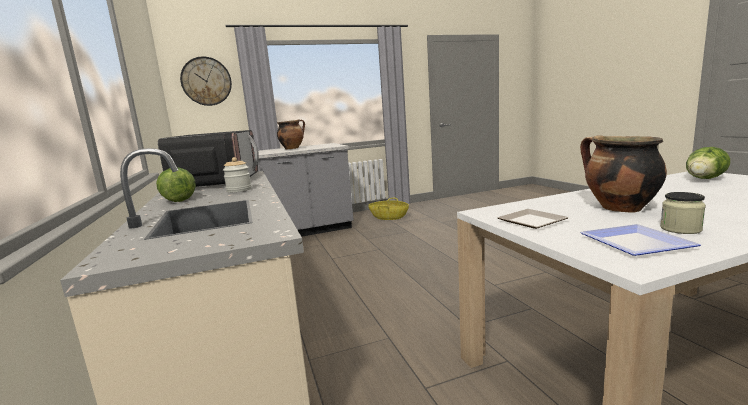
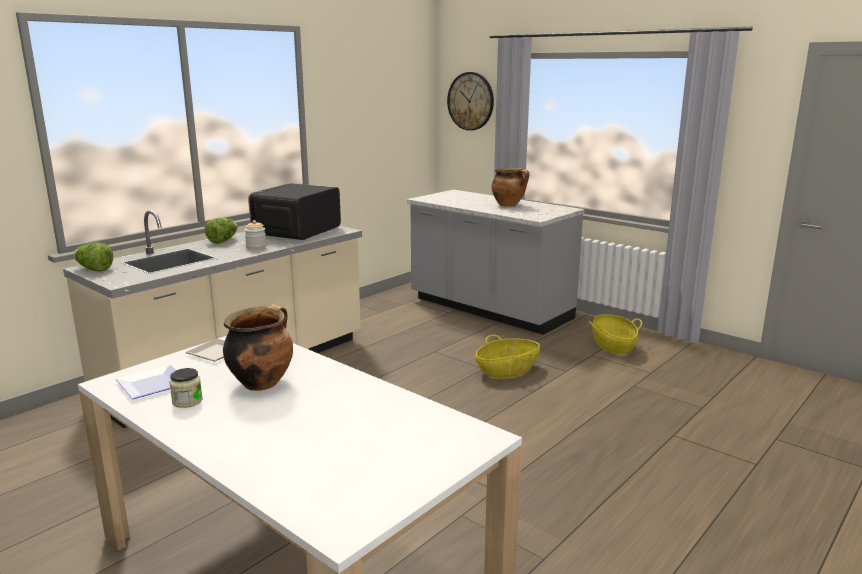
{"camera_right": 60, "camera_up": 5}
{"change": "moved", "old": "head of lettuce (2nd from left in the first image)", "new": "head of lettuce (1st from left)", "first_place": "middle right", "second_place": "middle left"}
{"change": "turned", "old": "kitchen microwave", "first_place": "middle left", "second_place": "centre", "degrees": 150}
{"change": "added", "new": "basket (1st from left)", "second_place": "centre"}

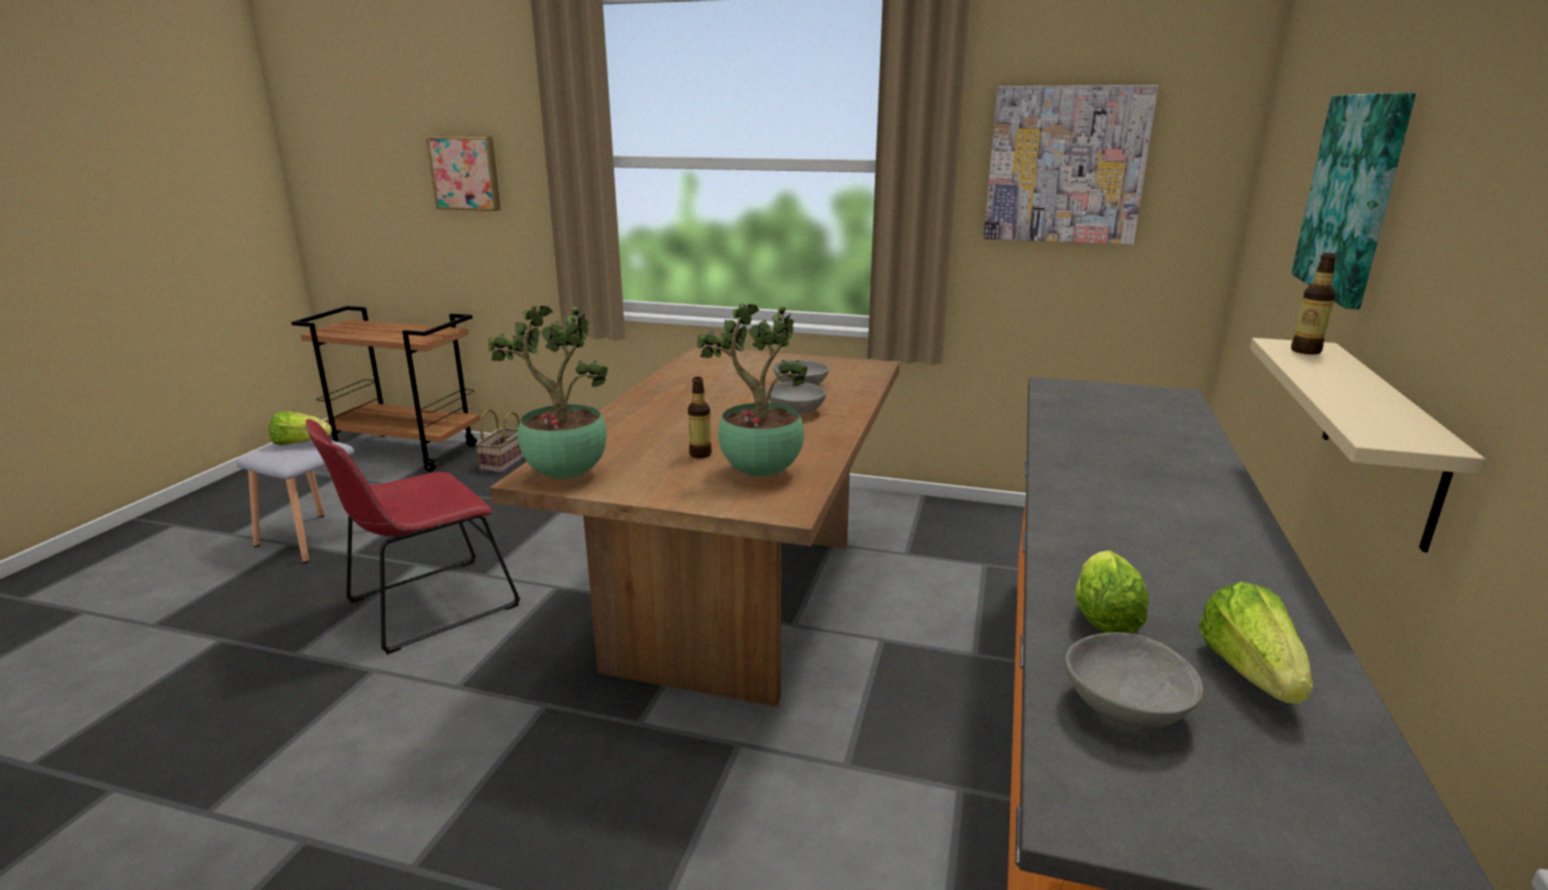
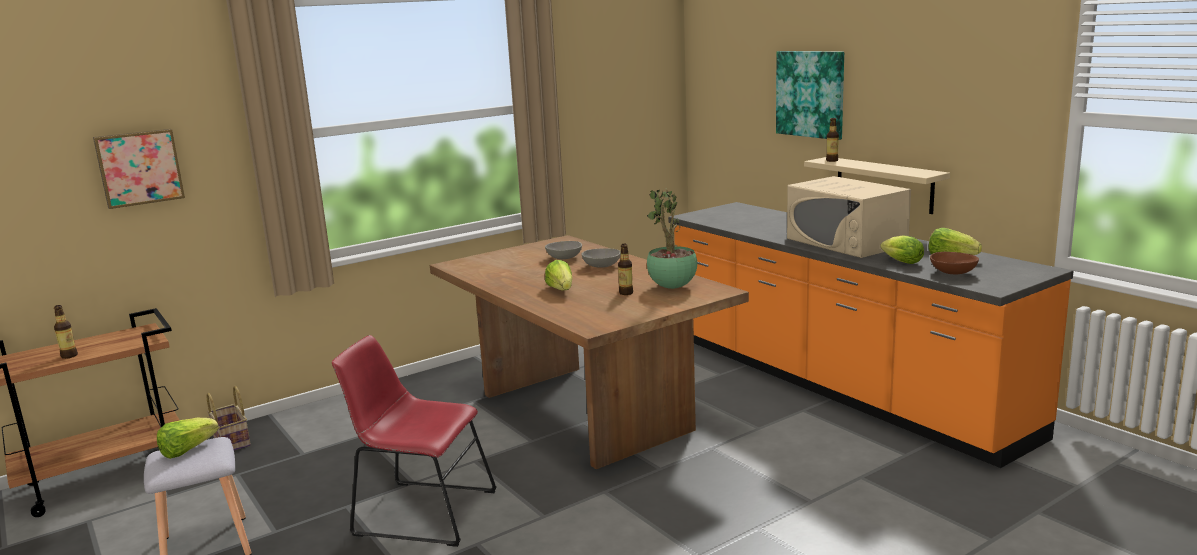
{"camera_right": -50, "camera_up": -5}
{"change": "added", "new": "bottle (1st from left)", "second_place": "middle left"}
{"change": "turned", "old": "upright chair in red", "first_place": "middle left", "second_place": "bottom centre", "degrees": 105}
{"change": "added", "new": "head of lettuce (2nd from left)", "second_place": "centre"}
{"change": "added", "new": "kitchen microwave in beige", "second_place": "middle right"}
{"change": "recoloured", "old": "deep dish in gray (3rd from left)", "new": "deep dish in brown", "first_place": "bottom right", "second_place": "middle right"}
{"change": "removed", "old": "plant in a pot (1st from left)", "first_place": "centre"}
{"change": "removed", "old": "picture (2nd from left)", "first_place": "top right"}

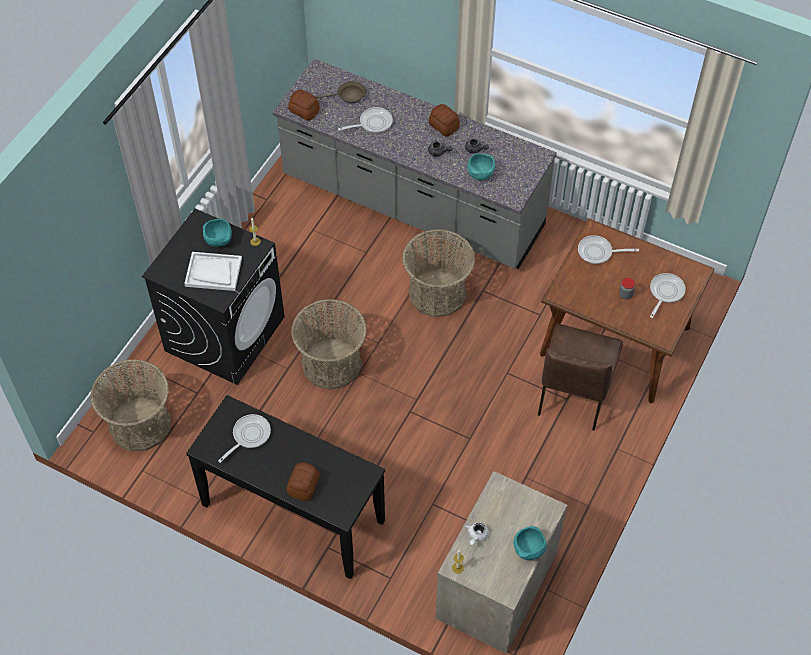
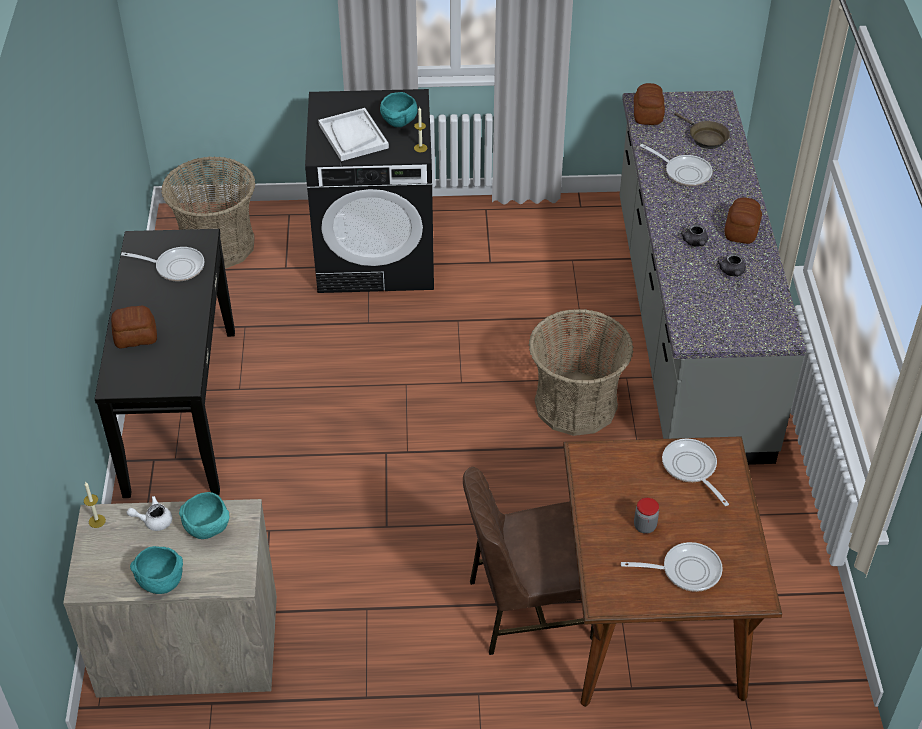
{"camera_right": 60, "camera_up": -10}
{"change": "moved", "old": "deep dish in blue-green (2nd from left)", "first_place": "top centre", "second_place": "bottom left"}
{"change": "removed", "old": "basket (2nd from left)", "first_place": "centre"}

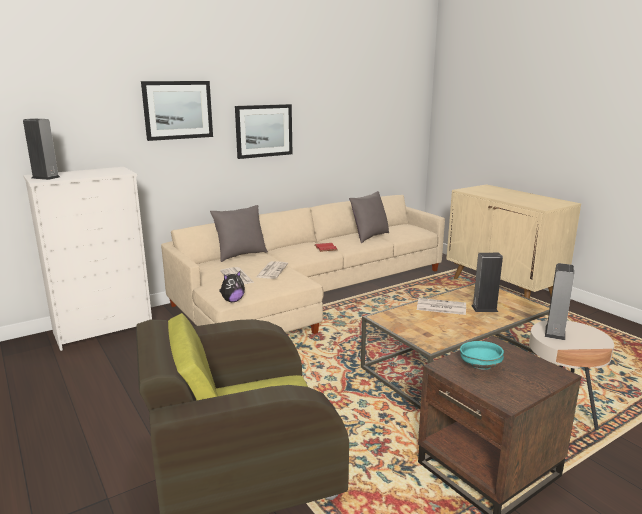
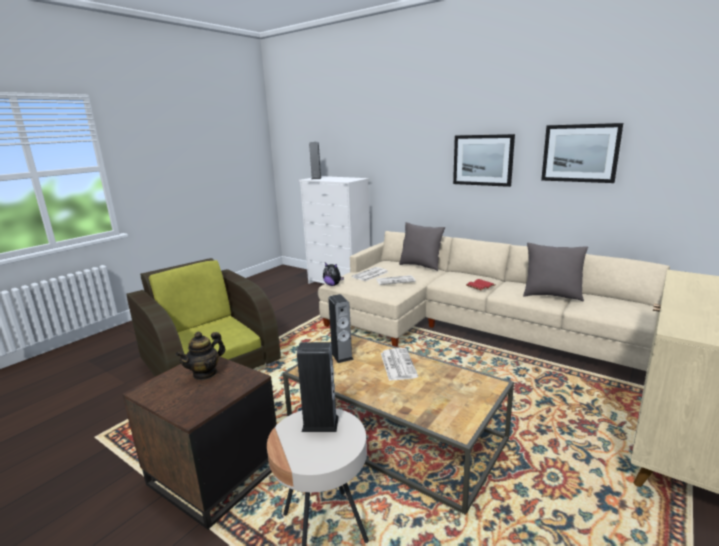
{"camera_right": 70, "camera_up": 0}
{"change": "replaced", "old": "deep dish in blue-green", "new": "tea pot", "first_place": "bottom right", "second_place": "middle left"}
{"change": "moved", "old": "speaker (2nd from left in the first image)", "new": "speaker (3rd from left)", "first_place": "middle right", "second_place": "centre"}
{"change": "moved", "old": "picture (1st from left in the first image)", "new": "picture (2nd from left)", "first_place": "top left", "second_place": "top right"}

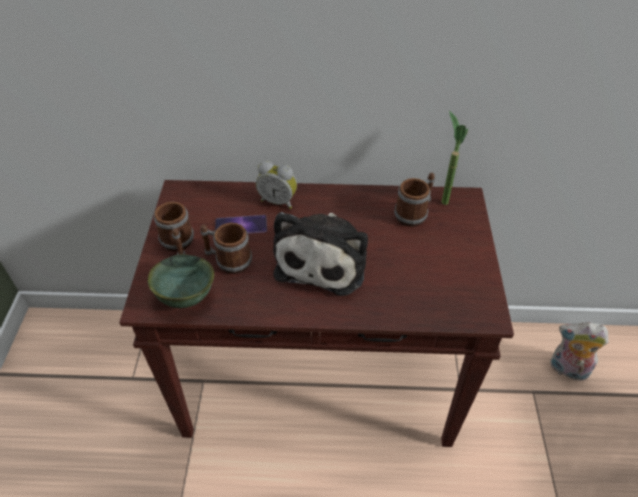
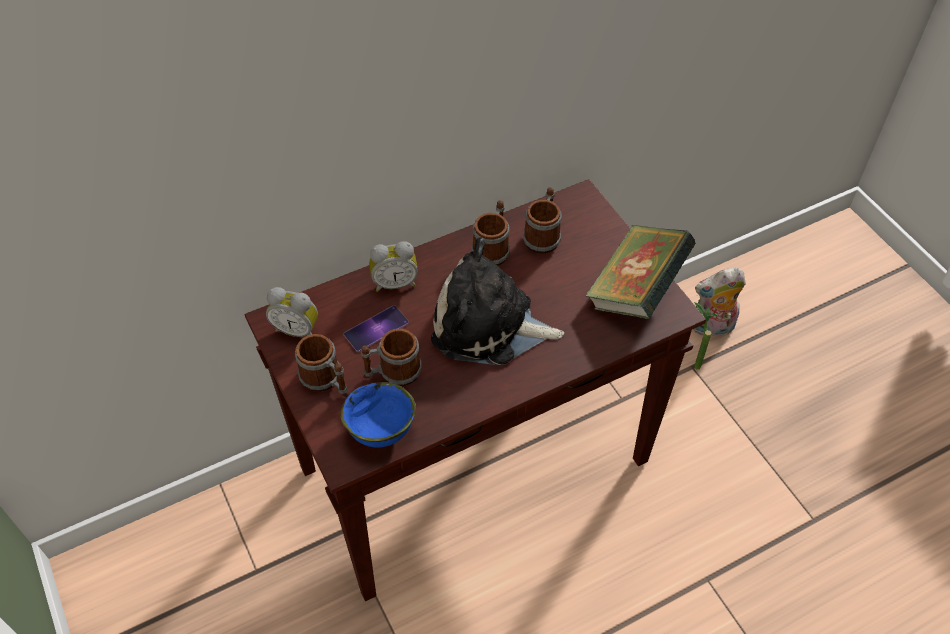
{"camera_right": -30, "camera_up": 5}
{"change": "added", "new": "alarm clock (1st from left)", "second_place": "middle left"}
{"change": "recoloured", "old": "deep dish in green-coloured", "new": "deep dish in blue-coloured", "first_place": "middle left", "second_place": "centre"}
{"change": "turned", "old": "cuddly toy (1st from left)", "first_place": "centre", "second_place": "centre", "degrees": 120}
{"change": "added", "new": "tea mug (3rd from left)", "second_place": "centre"}
{"change": "added", "new": "book", "second_place": "middle right"}
{"change": "moved", "old": "plant in a pot", "first_place": "top right", "second_place": "middle right"}

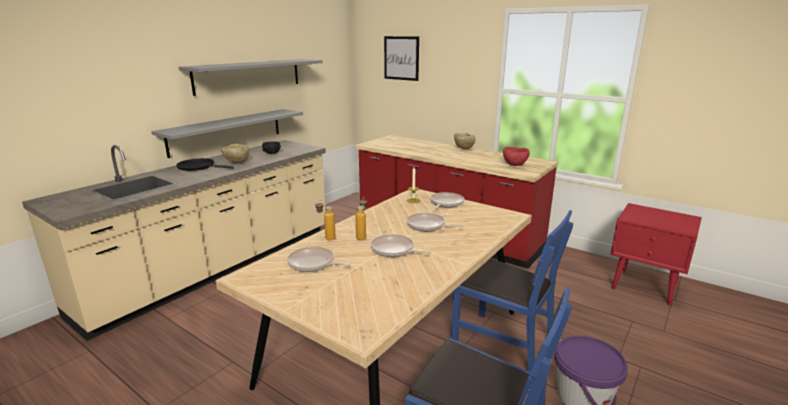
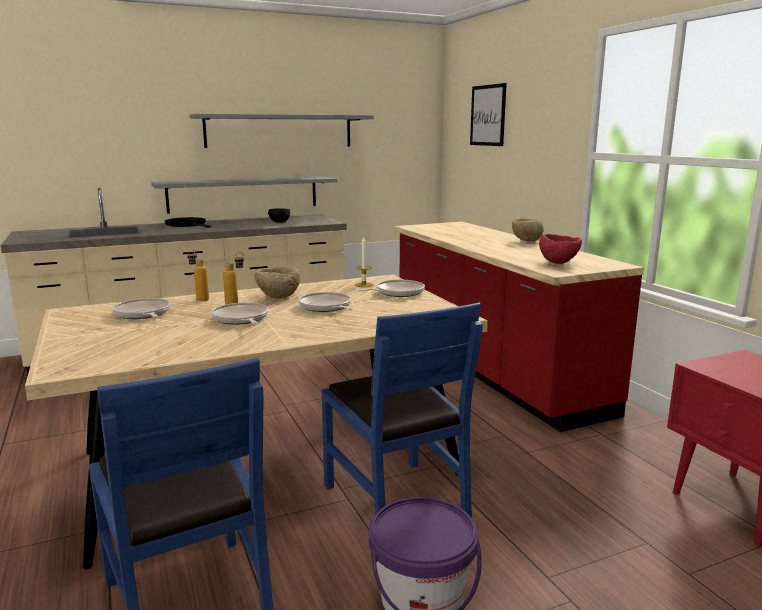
{"camera_right": 30, "camera_up": -5}
{"change": "moved", "old": "deep dish in beige (1st from left)", "first_place": "middle left", "second_place": "centre"}

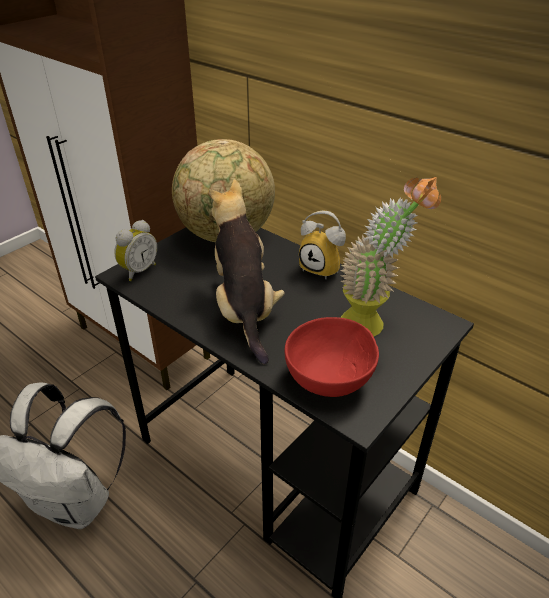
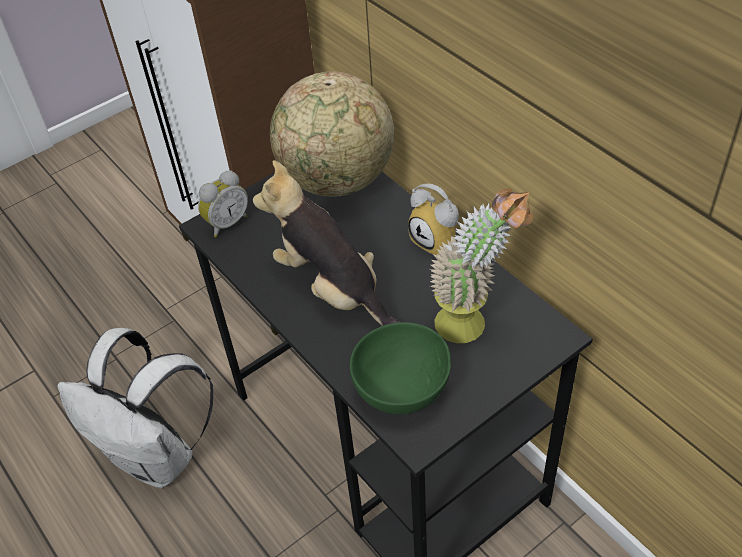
{"camera_right": 15, "camera_up": 10}
{"change": "turned", "old": "cuddly toy", "first_place": "centre", "second_place": "centre", "degrees": -45}
{"change": "recoloured", "old": "deep dish in red", "new": "deep dish in green-coloured", "first_place": "centre", "second_place": "centre"}

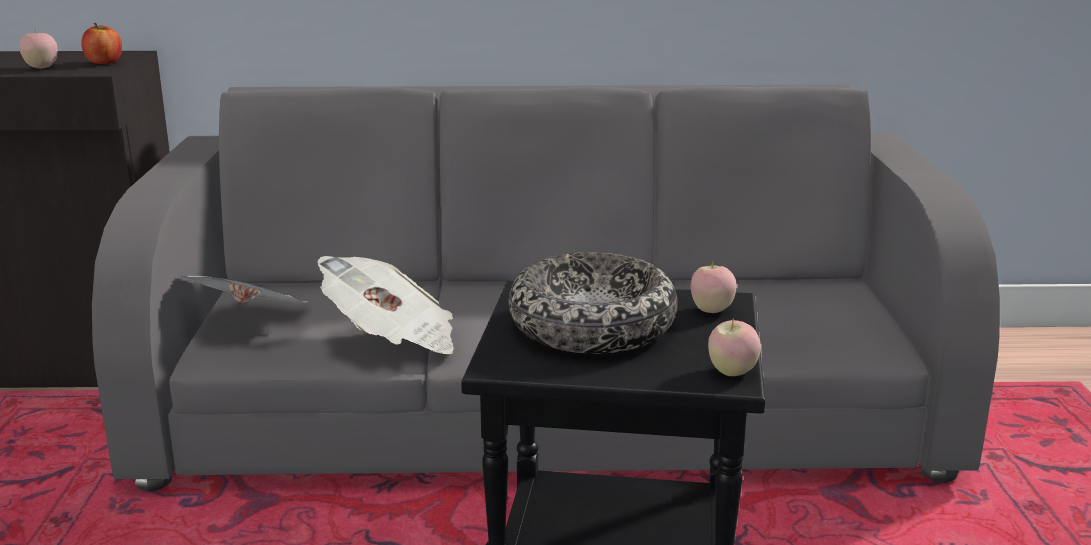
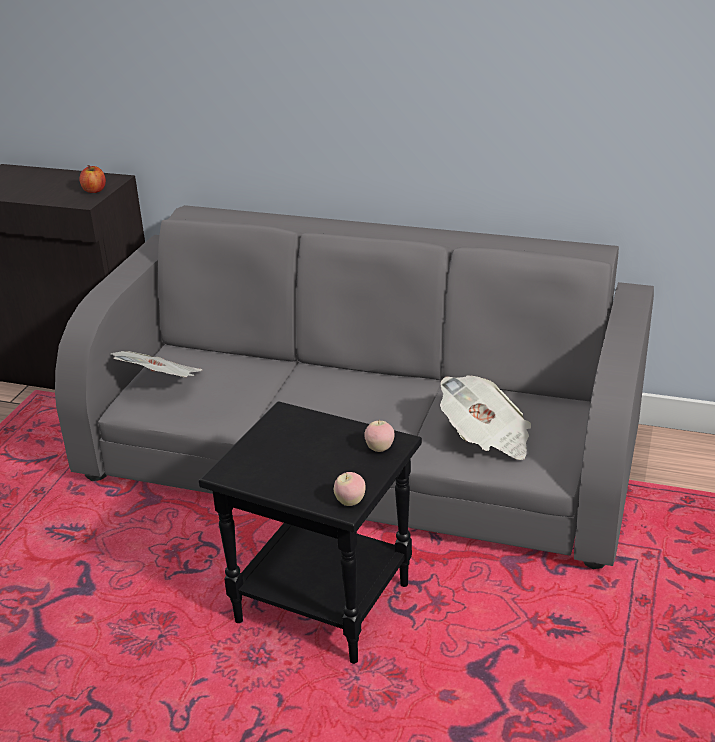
{"camera_right": 20, "camera_up": 10}
{"change": "moved", "old": "newspaper (2nd from left)", "first_place": "centre", "second_place": "middle right"}
{"change": "removed", "old": "apple fruit (1st from left)", "first_place": "top left"}
{"change": "removed", "old": "deep dish", "first_place": "centre"}

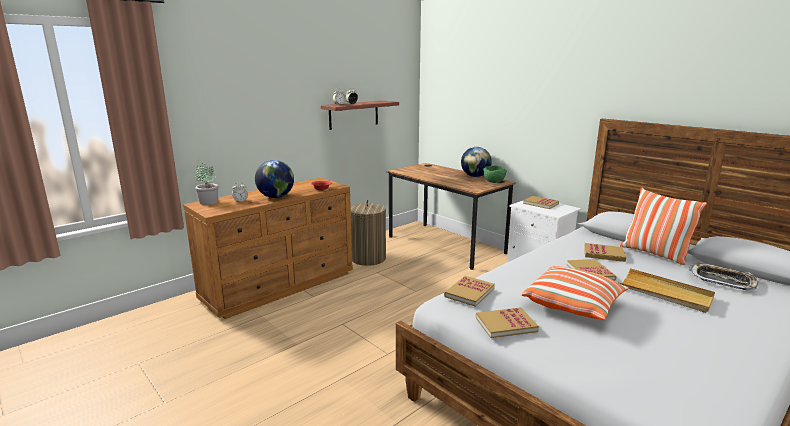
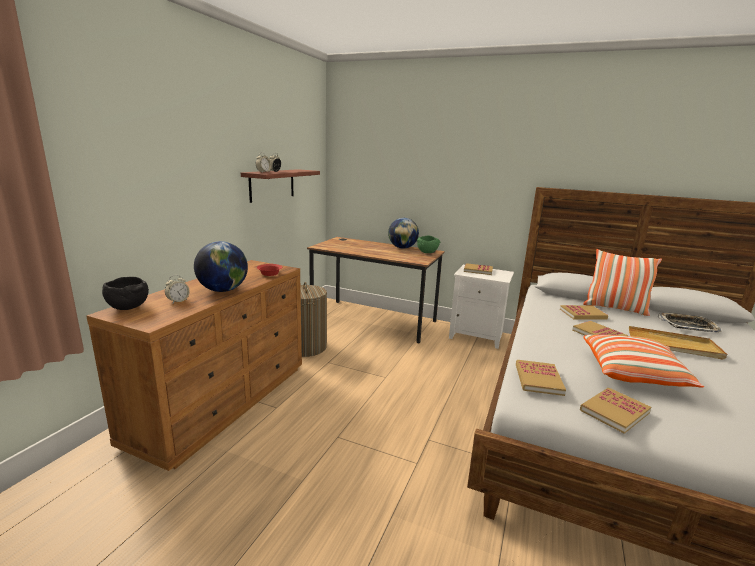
{"camera_right": -25, "camera_up": 0}
{"change": "replaced", "old": "plant in a pot", "new": "deep dish in black-coloured", "first_place": "middle left", "second_place": "middle left"}

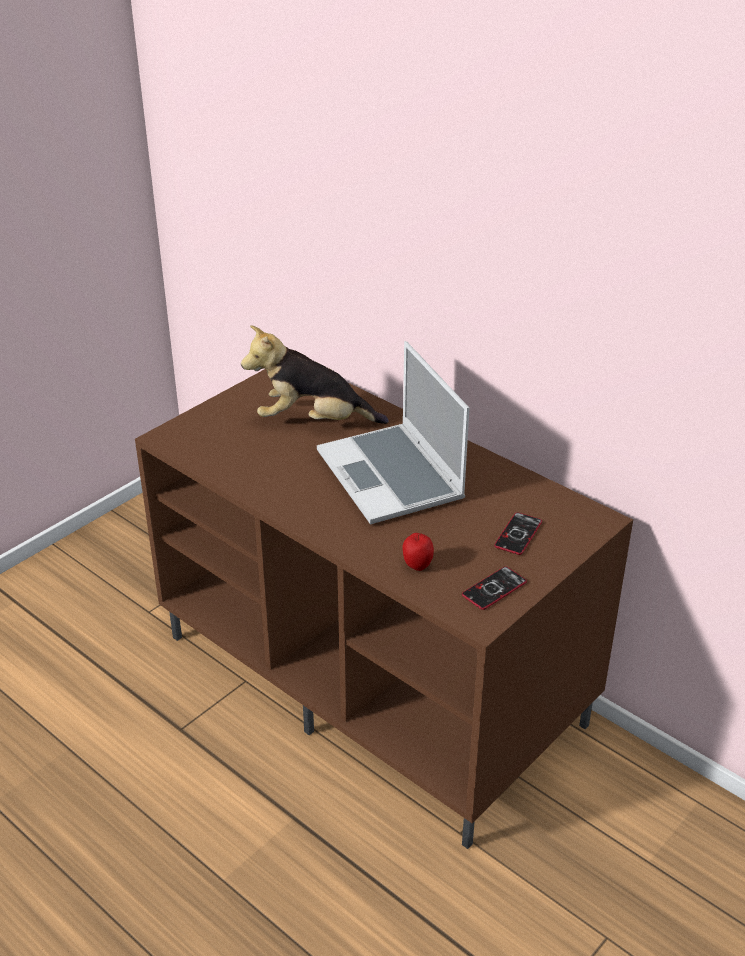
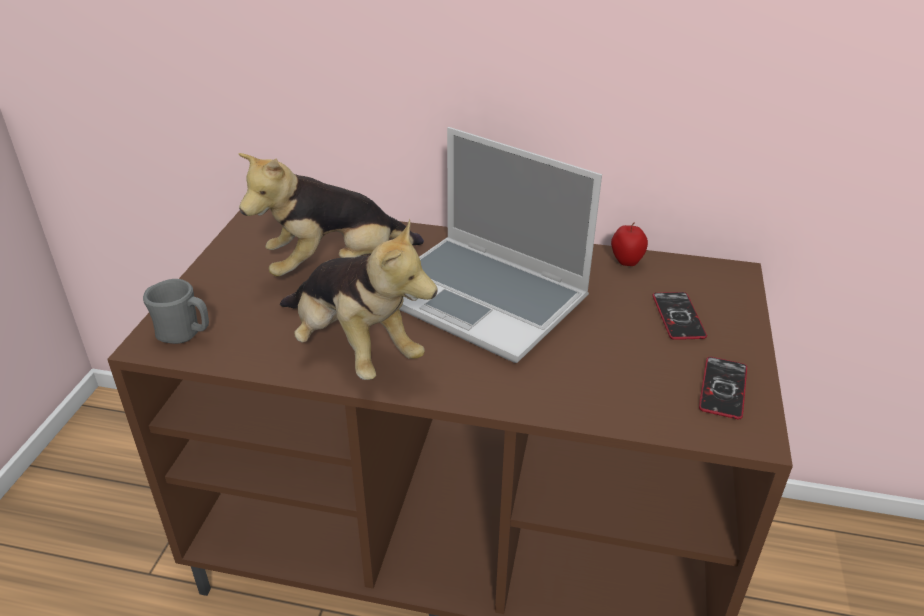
{"camera_right": -30, "camera_up": 0}
{"change": "added", "new": "tea mug in gray", "second_place": "middle left"}
{"change": "added", "new": "cuddly toy (2nd from left)", "second_place": "centre"}
{"change": "moved", "old": "apple fruit", "first_place": "centre", "second_place": "middle right"}

